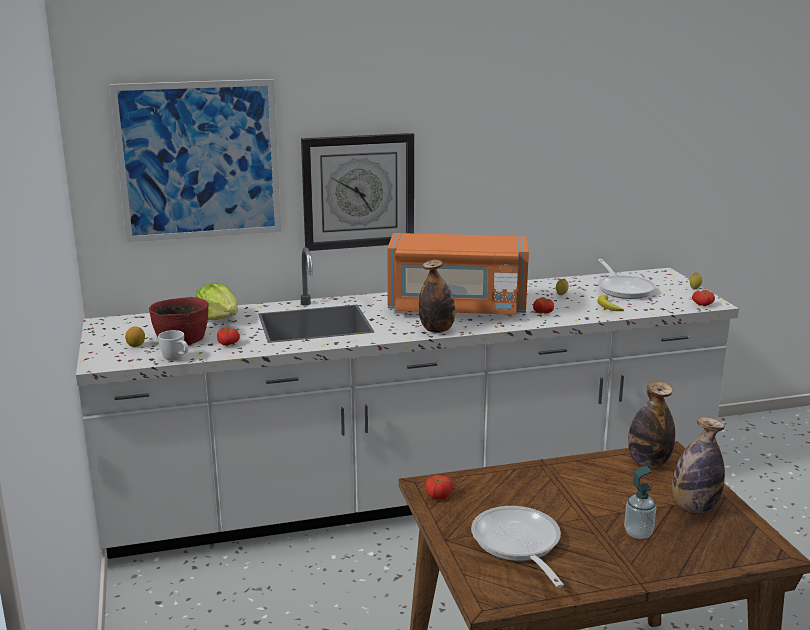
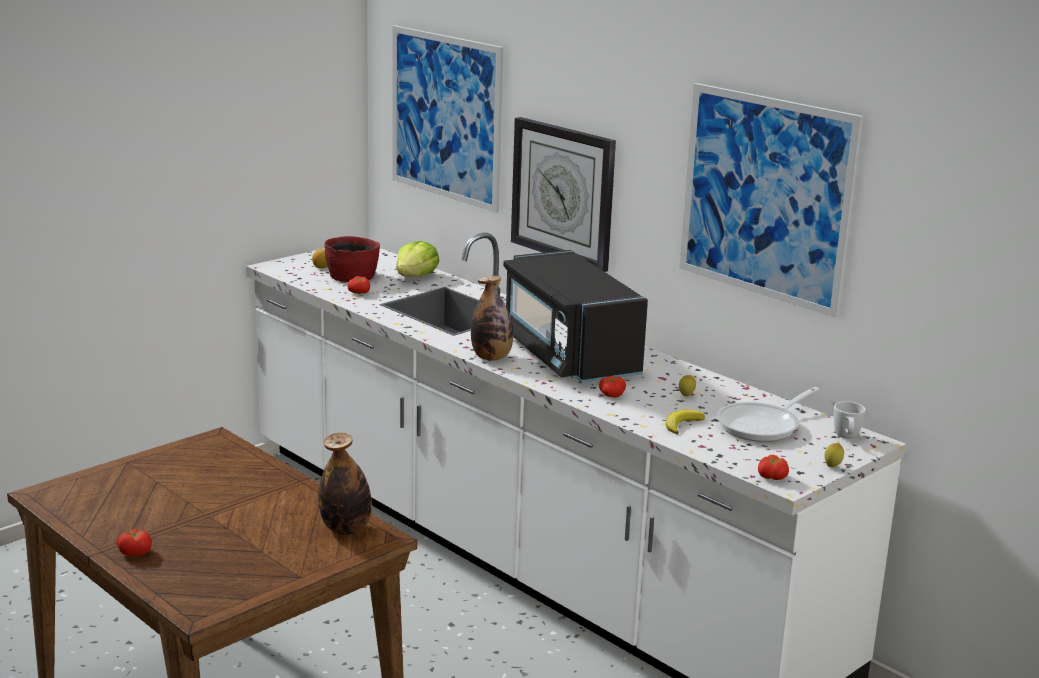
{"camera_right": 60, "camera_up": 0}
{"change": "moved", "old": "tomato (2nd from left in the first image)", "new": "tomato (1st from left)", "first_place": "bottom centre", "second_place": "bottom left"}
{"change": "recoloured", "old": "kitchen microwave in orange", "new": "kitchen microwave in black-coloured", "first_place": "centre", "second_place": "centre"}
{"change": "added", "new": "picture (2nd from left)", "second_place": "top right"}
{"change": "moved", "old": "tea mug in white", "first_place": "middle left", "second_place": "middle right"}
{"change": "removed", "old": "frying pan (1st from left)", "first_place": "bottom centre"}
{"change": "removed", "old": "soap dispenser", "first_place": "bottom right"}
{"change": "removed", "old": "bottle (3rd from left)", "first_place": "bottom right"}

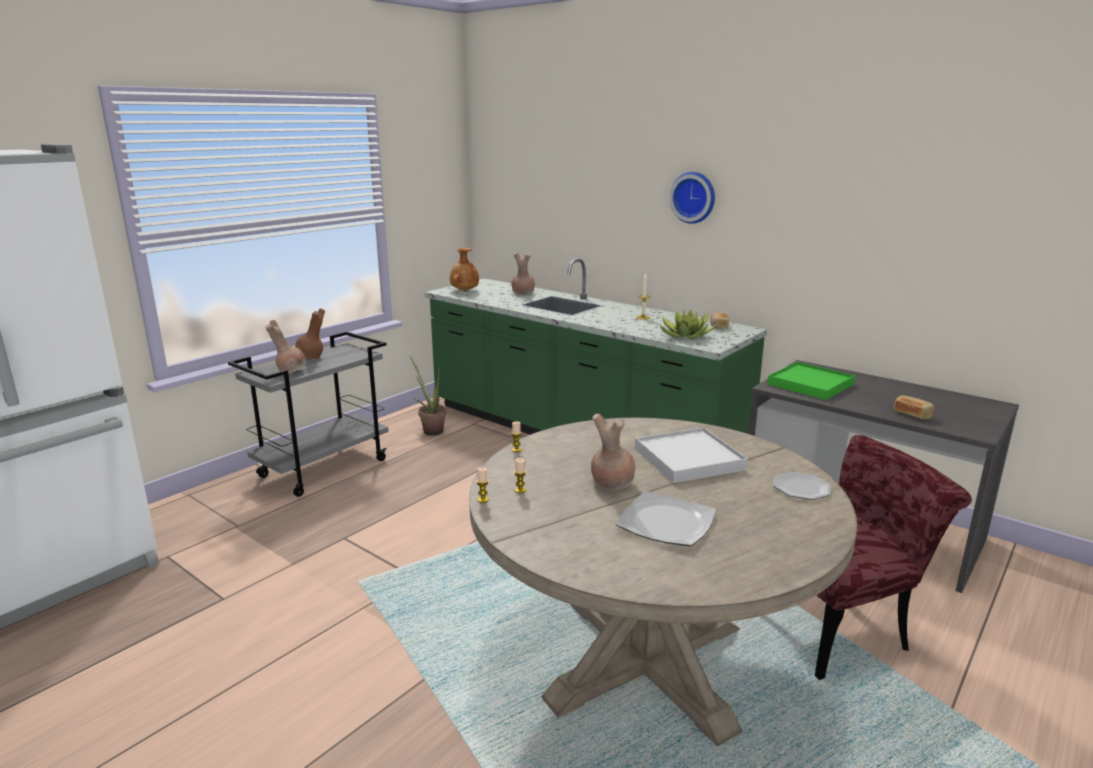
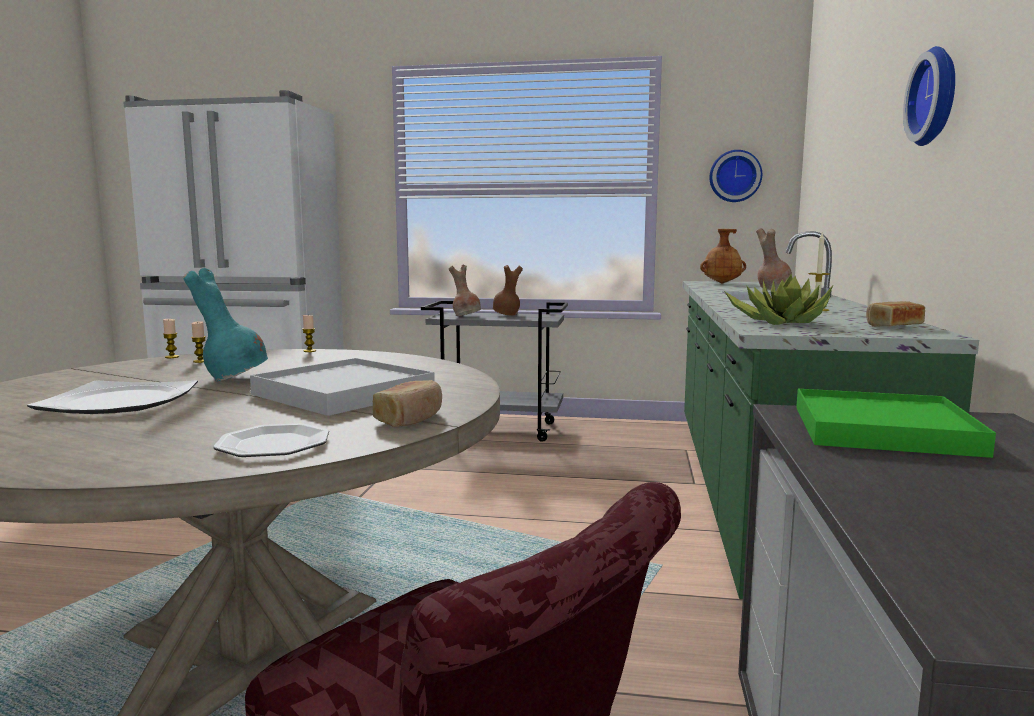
{"camera_right": 60, "camera_up": -10}
{"change": "recoloured", "old": "flower vase in brown (5th from left)", "new": "flower vase in blue-green", "first_place": "centre", "second_place": "middle left"}
{"change": "moved", "old": "baked bread (2nd from left in the first image)", "new": "baked bread (1st from left)", "first_place": "middle right", "second_place": "centre"}
{"change": "added", "new": "wall clock (1st from left)", "second_place": "top right"}
{"change": "removed", "old": "plant in a pot (1st from left)", "first_place": "centre"}

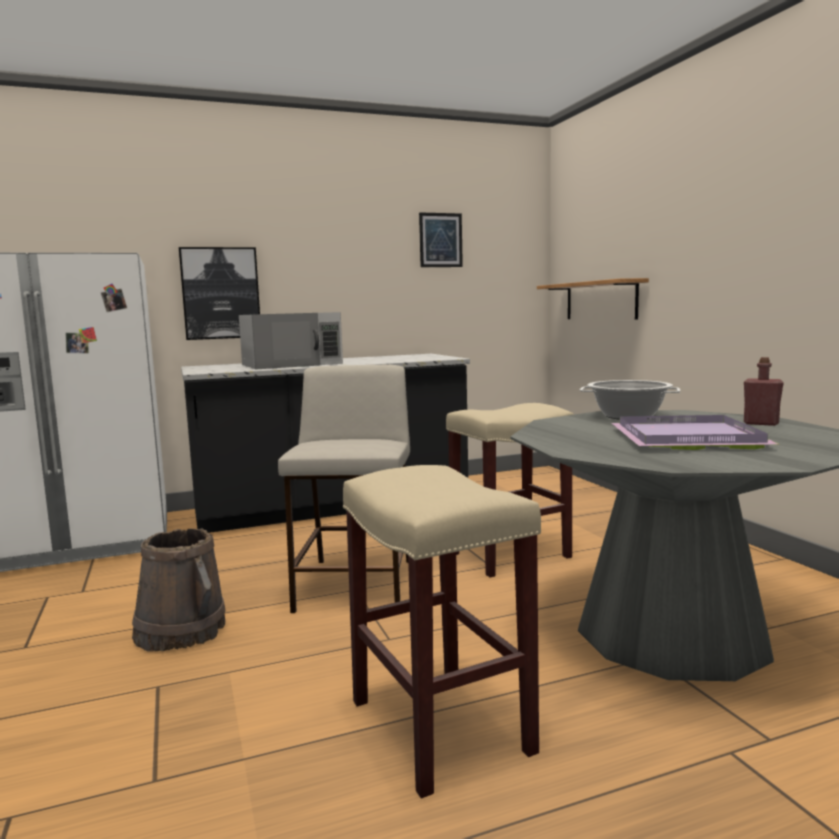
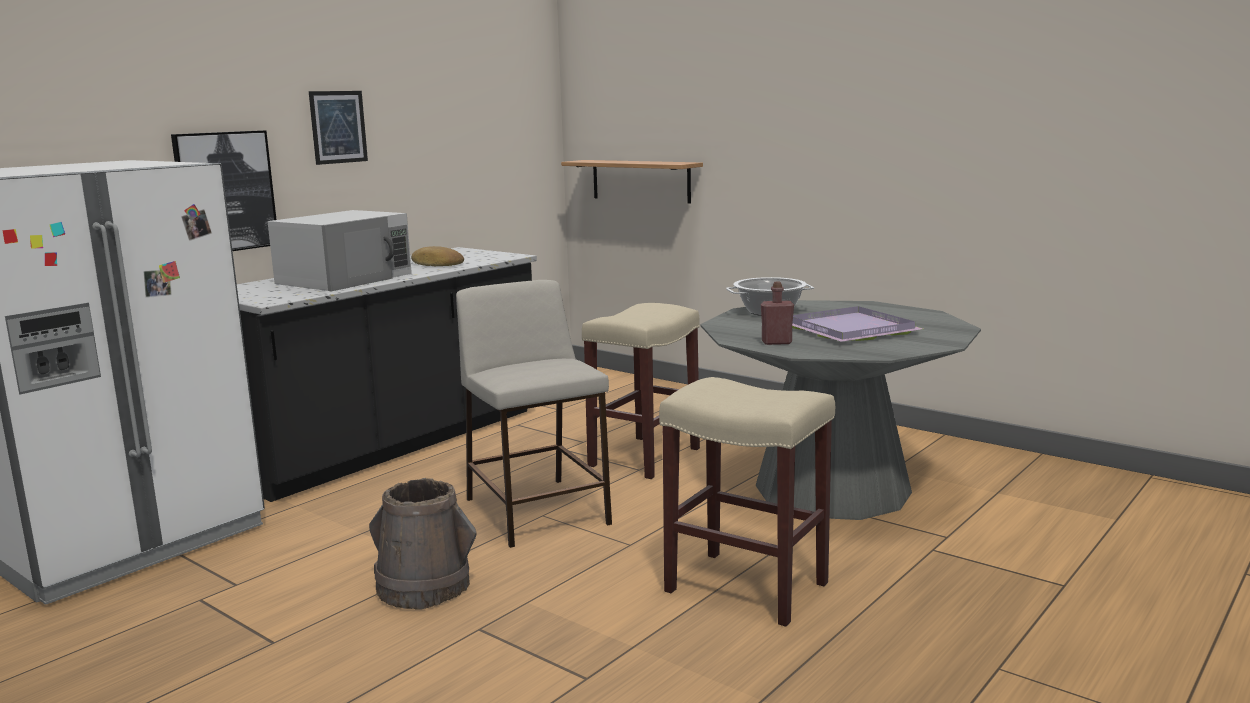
{"camera_right": -30, "camera_up": 5}
{"change": "moved", "old": "picture (2nd from left)", "first_place": "top centre", "second_place": "top left"}
{"change": "added", "new": "baked bread", "second_place": "centre"}
{"change": "moved", "old": "bottle in red", "first_place": "middle right", "second_place": "centre"}

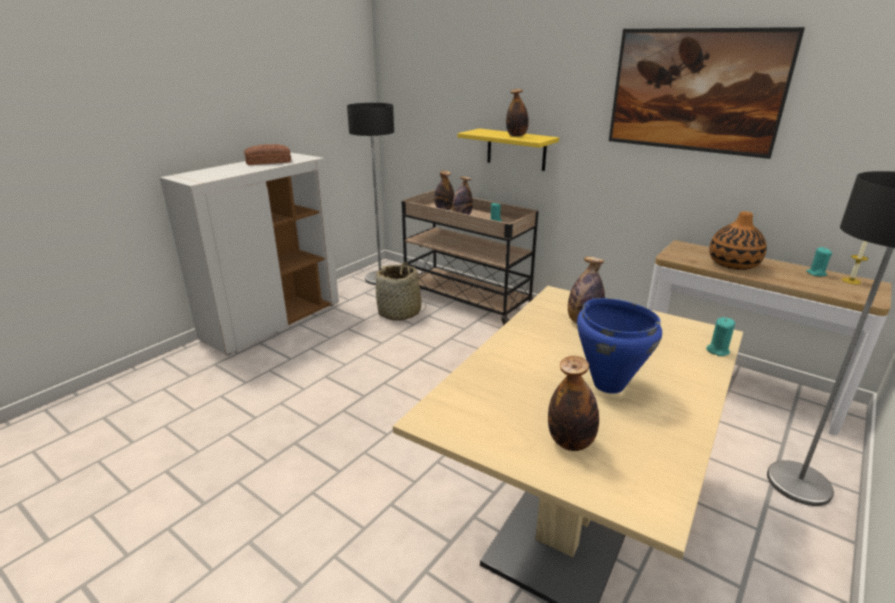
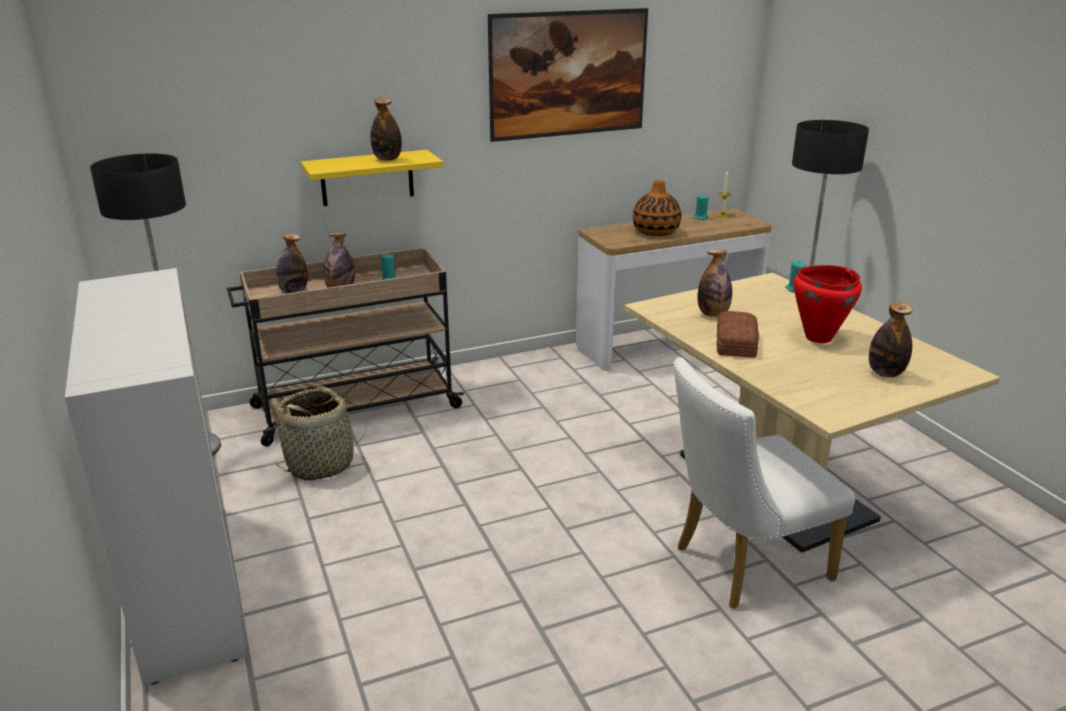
{"camera_right": -60, "camera_up": 0}
{"change": "added", "new": "upright chair in white", "second_place": "bottom right"}
{"change": "moved", "old": "baked bread", "first_place": "top left", "second_place": "middle right"}
{"change": "recoloured", "old": "stockpot in blue-coloured", "new": "stockpot in red", "first_place": "middle right", "second_place": "middle right"}

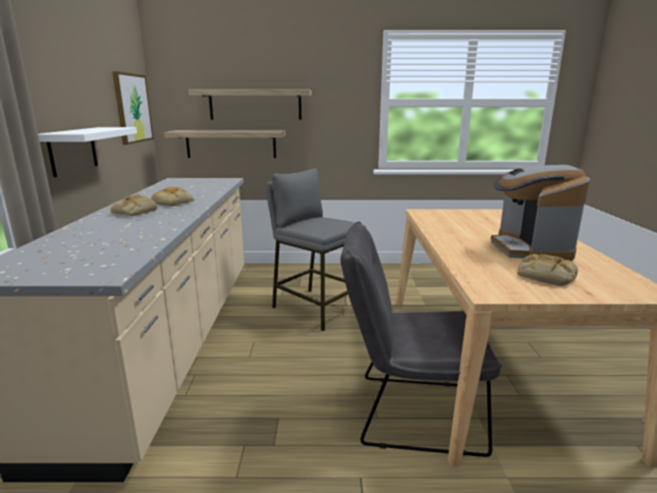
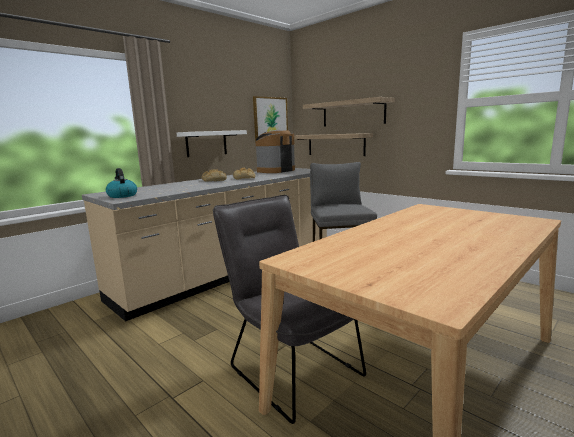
{"camera_right": 45, "camera_up": -5}
{"change": "added", "new": "tea kettle", "second_place": "middle left"}
{"change": "moved", "old": "coffee machine", "first_place": "middle right", "second_place": "centre"}
{"change": "removed", "old": "baked bread (3rd from left)", "first_place": "middle right"}

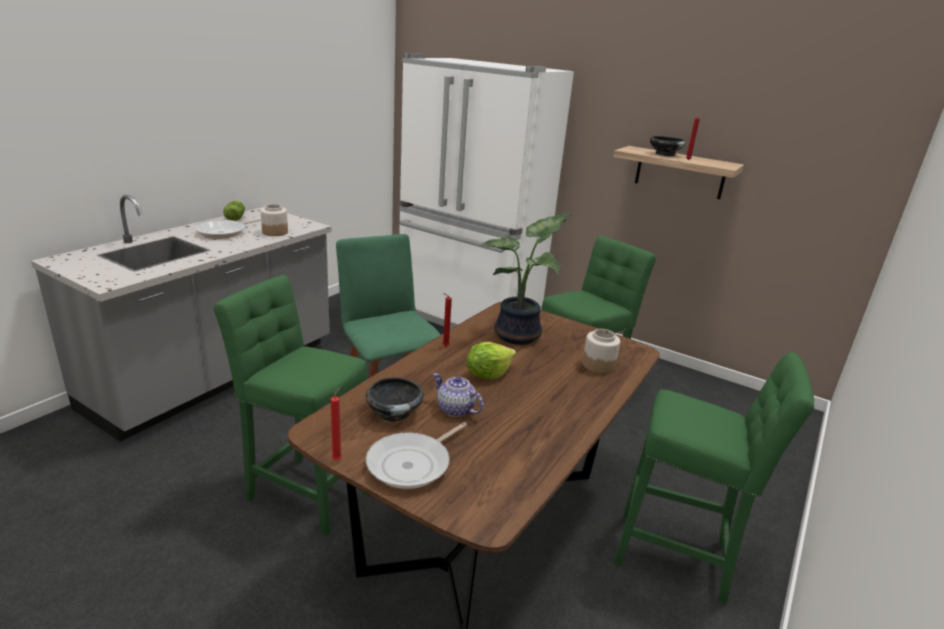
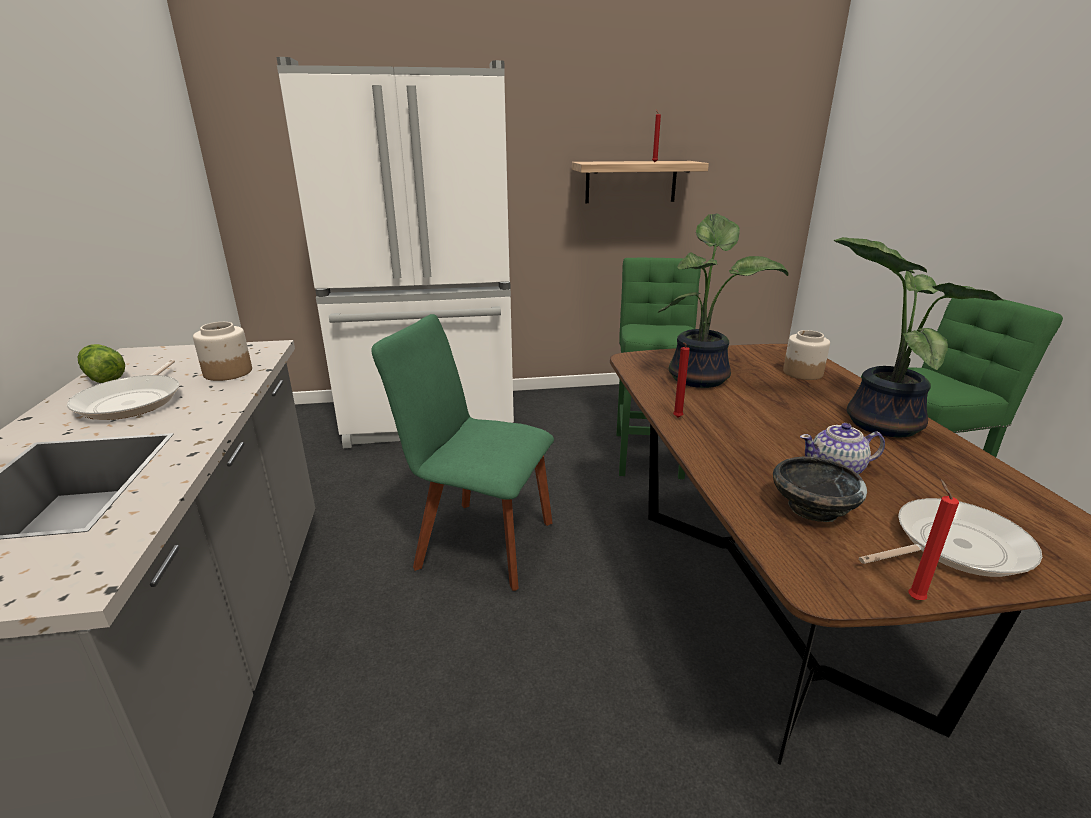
{"camera_right": -40, "camera_up": 0}
{"change": "added", "new": "plant in a pot (2nd from left)", "second_place": "middle right"}
{"change": "turned", "old": "frying pan (2nd from left)", "first_place": "bottom centre", "second_place": "middle right", "degrees": -105}
{"change": "removed", "old": "stool in green-coloured (1st from left)", "first_place": "middle left"}
{"change": "removed", "old": "head of lettuce (2nd from left)", "first_place": "centre"}
{"change": "removed", "old": "deep dish in black-coloured (2nd from left)", "first_place": "top right"}

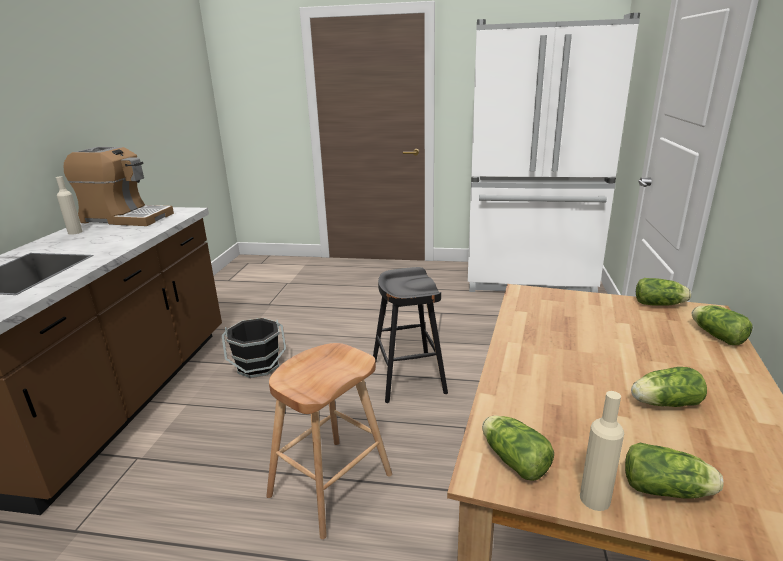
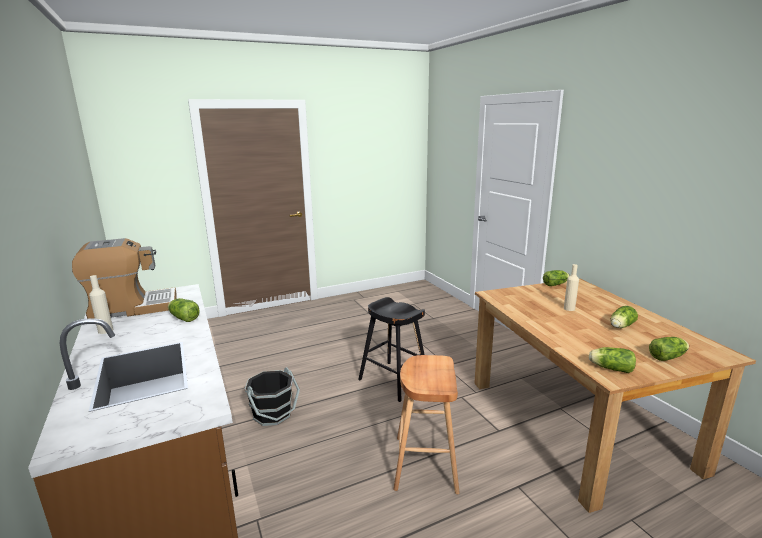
{"camera_right": -35, "camera_up": -5}
{"change": "moved", "old": "head of lettuce (5th from left in the first image)", "new": "head of lettuce (1st from left)", "first_place": "middle right", "second_place": "middle left"}
{"change": "moved", "old": "bottle in beige (2nd from left)", "first_place": "bottom right", "second_place": "middle right"}
{"change": "removed", "old": "kitchen fridge in white", "first_place": "top right"}

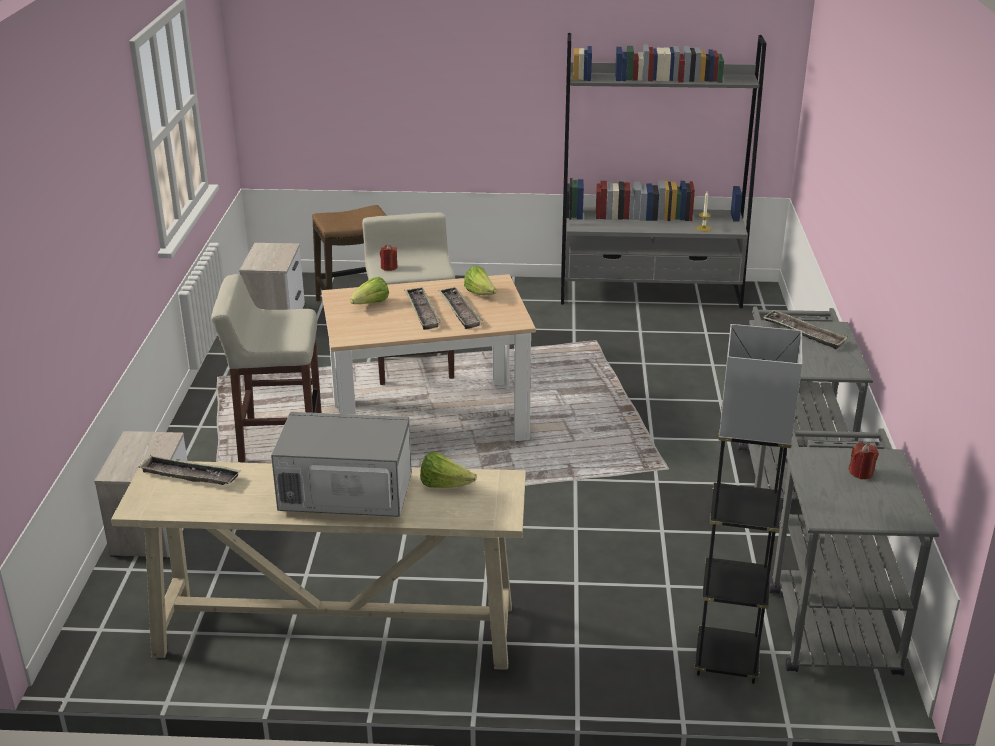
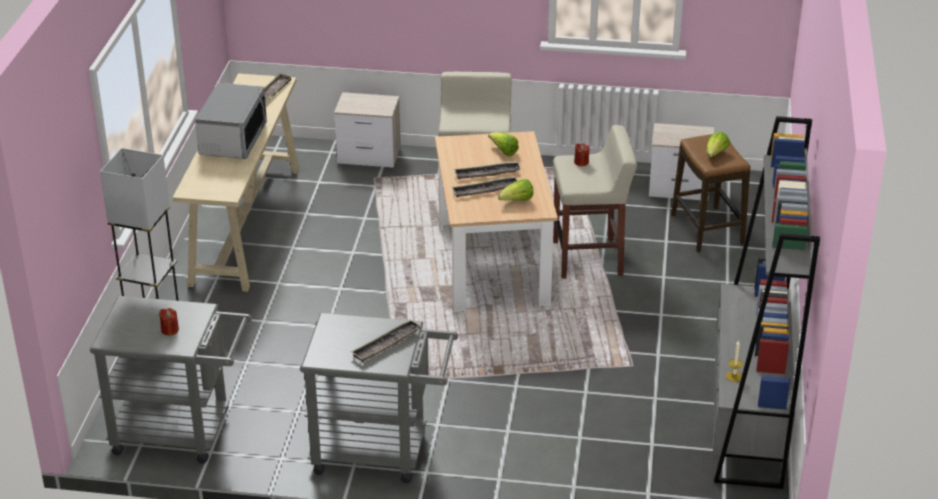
{"camera_right": 95, "camera_up": 5}
{"change": "moved", "old": "head of lettuce (2nd from left in the first image)", "new": "head of lettuce (3rd from left)", "first_place": "centre", "second_place": "top right"}

